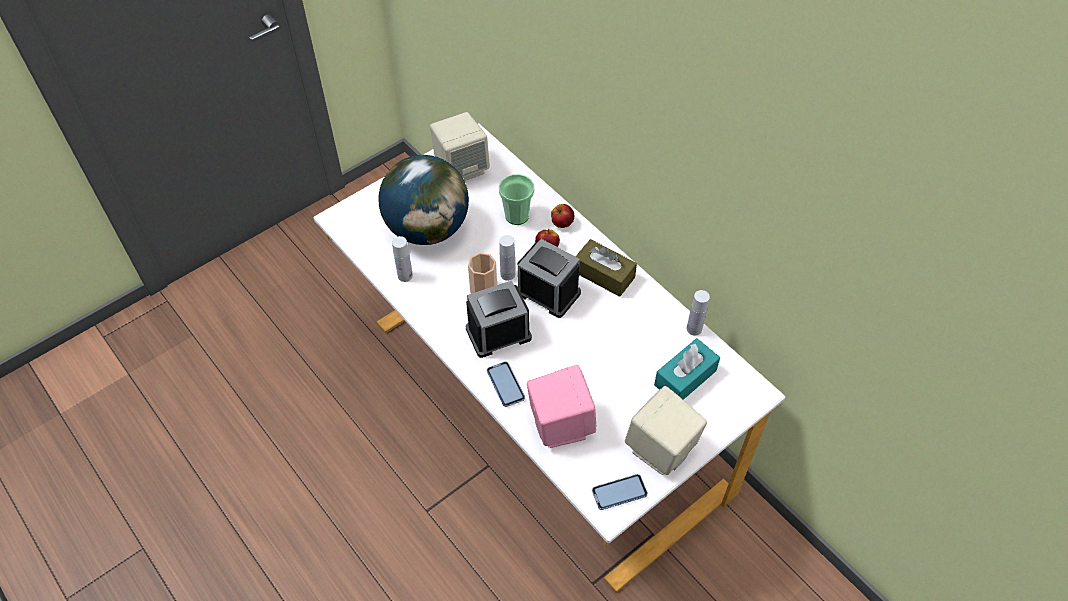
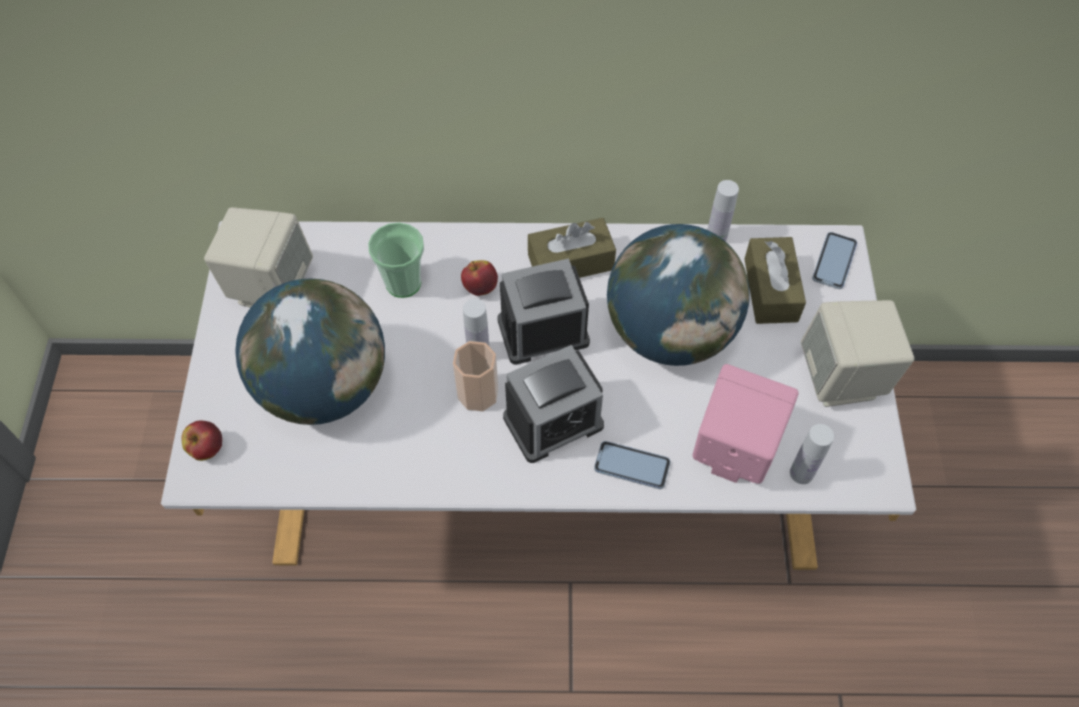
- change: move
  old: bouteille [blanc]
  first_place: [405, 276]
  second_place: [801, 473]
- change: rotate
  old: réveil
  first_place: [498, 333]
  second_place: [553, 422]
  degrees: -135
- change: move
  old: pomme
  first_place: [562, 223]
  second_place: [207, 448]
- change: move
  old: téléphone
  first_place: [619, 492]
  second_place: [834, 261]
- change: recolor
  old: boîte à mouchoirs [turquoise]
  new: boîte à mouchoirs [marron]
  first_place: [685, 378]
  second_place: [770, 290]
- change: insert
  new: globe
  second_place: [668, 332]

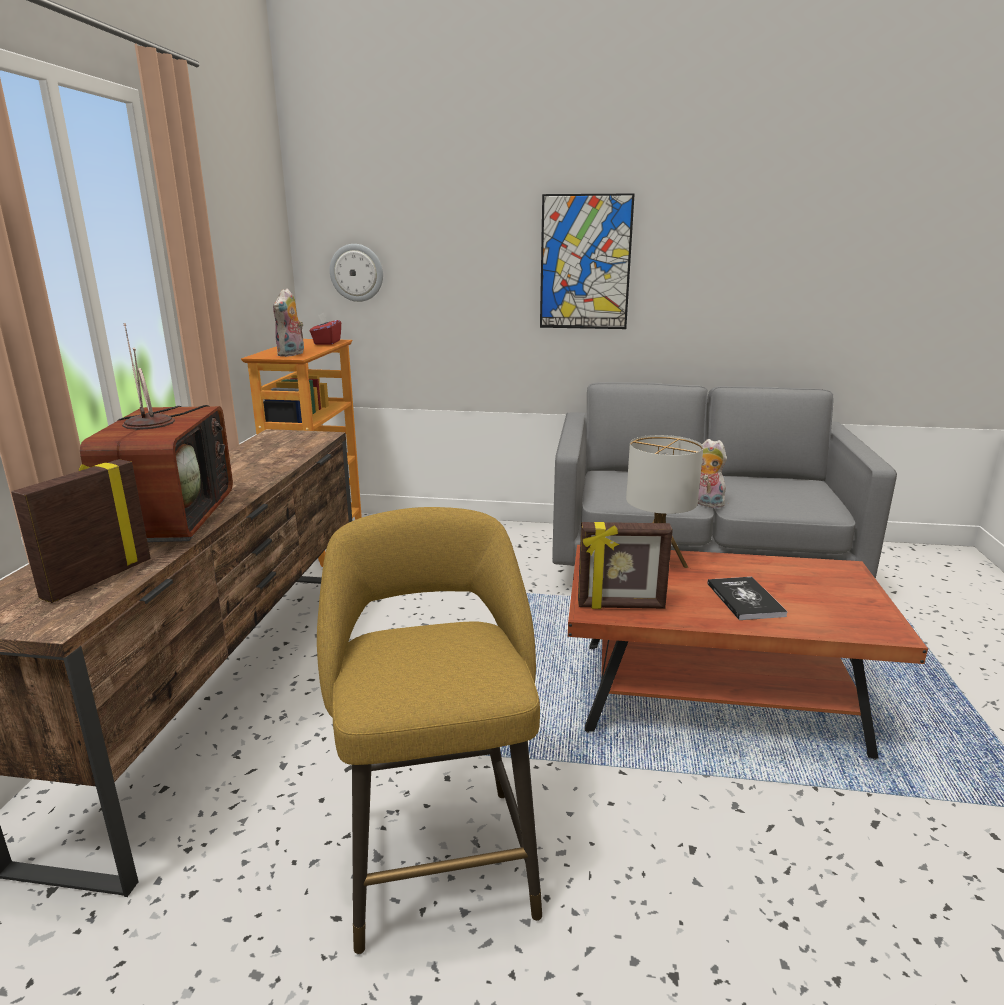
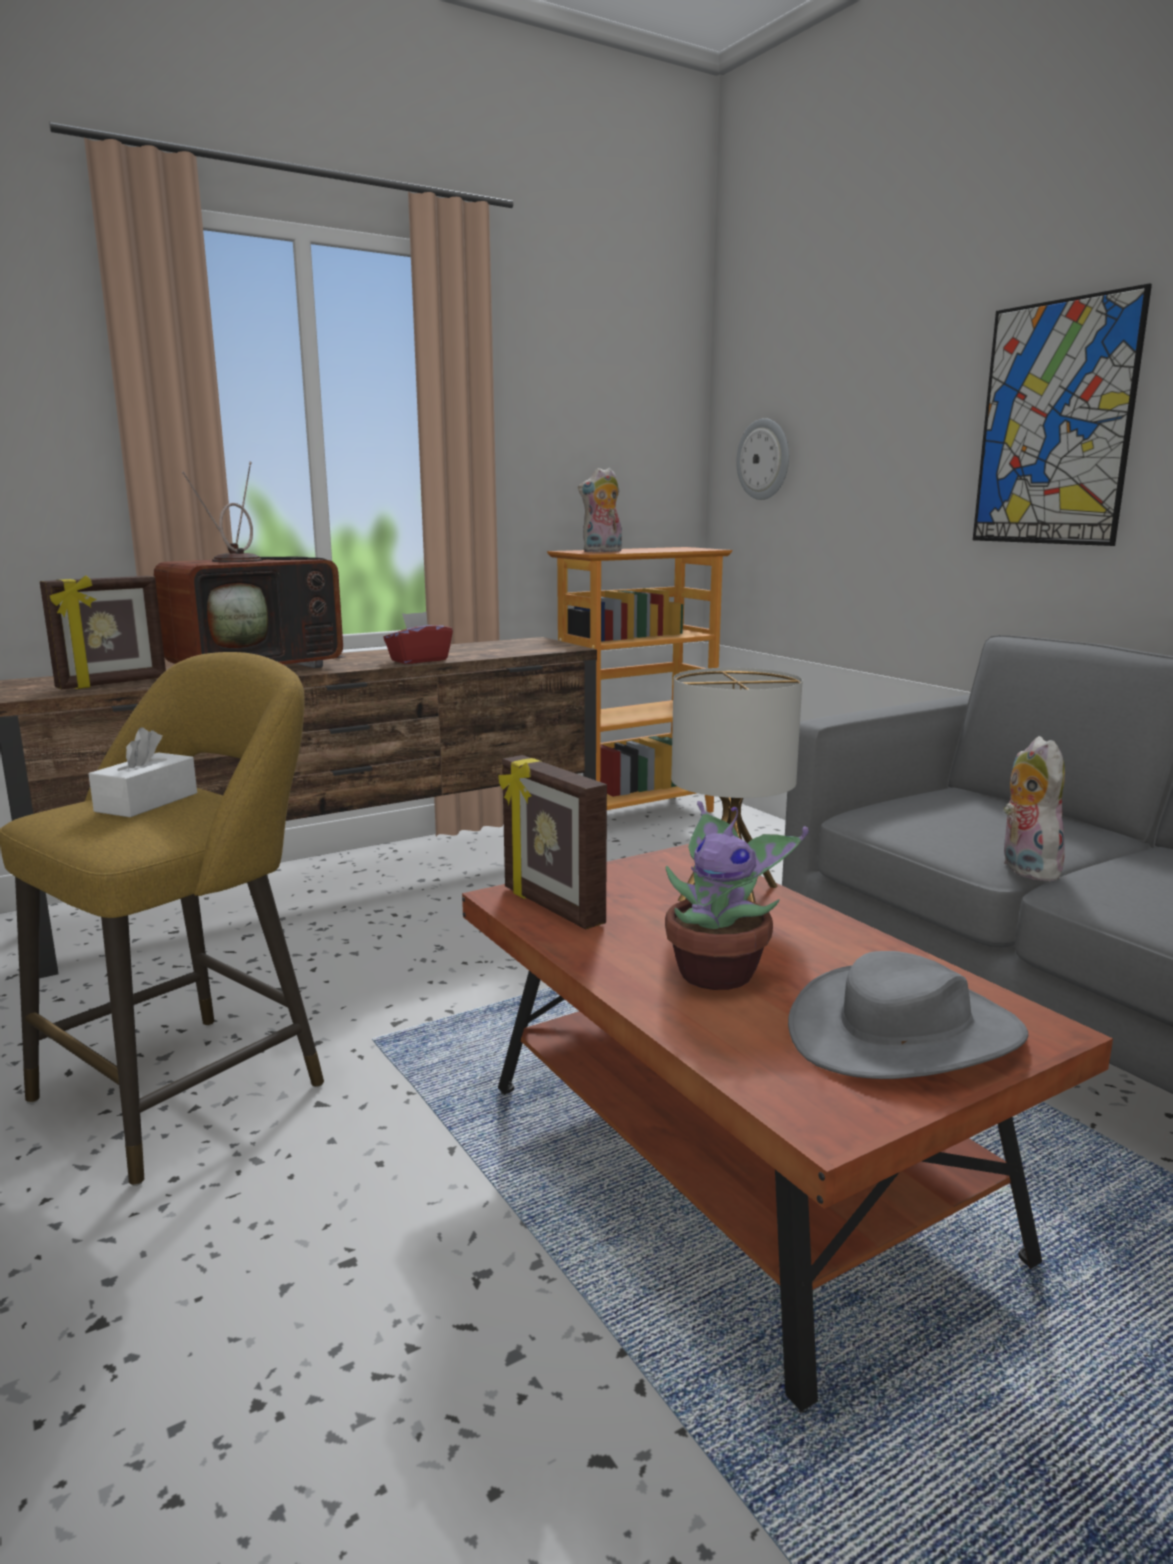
- change: rotate
  old: cadre photo
  first_place: [97, 579]
  second_place: [113, 684]
  degrees: 150
- change: move
  old: boîte à mouchoirs [rouge]
  first_place: [326, 343]
  second_place: [419, 660]
- change: replace
  old: livre
  new: plante en pot
  first_place: [745, 599]
  second_place: [720, 973]
- change: insert
  new: boîte à mouchoirs [blanc]
  second_place: [147, 802]
- change: insert
  new: chapeau [gris]
  second_place: [906, 1033]

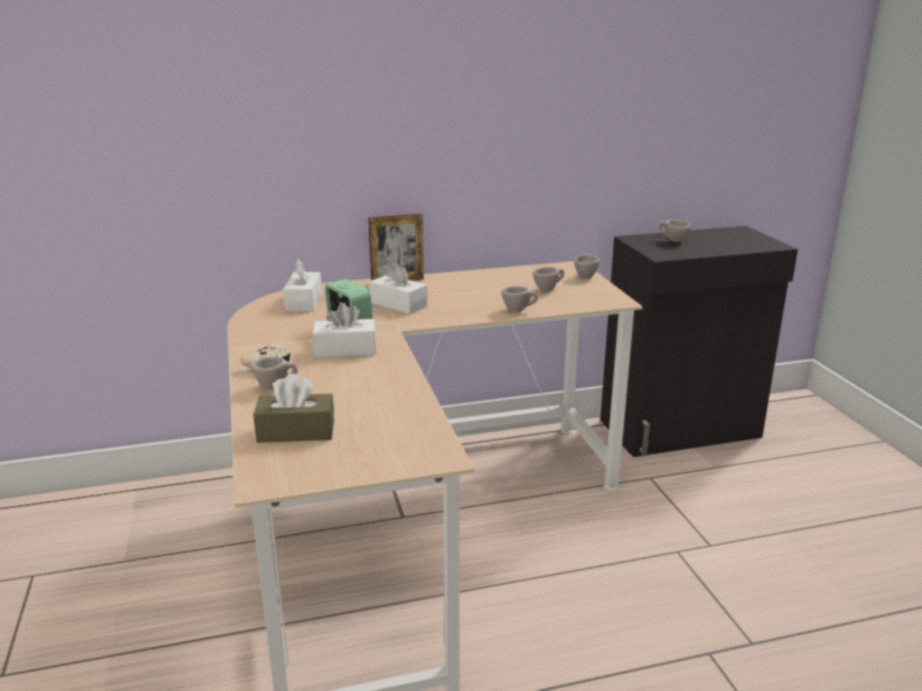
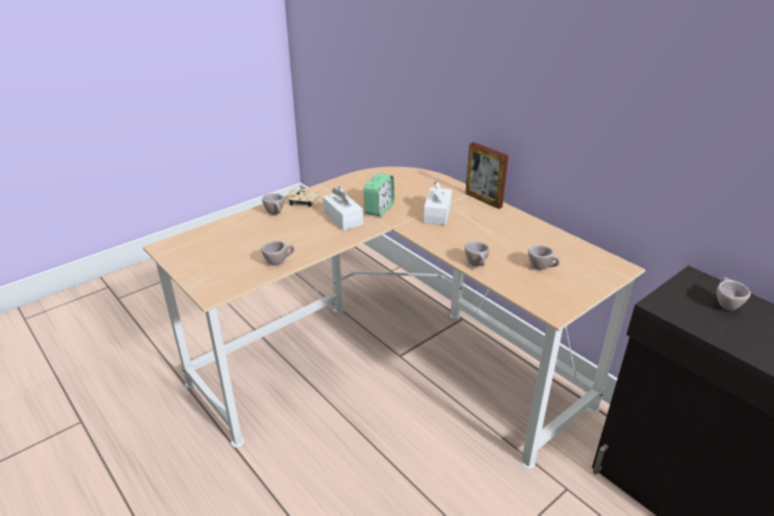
- change: delete
  old: boîte à mouchoirs [marron]
  first_place: [296, 431]
- change: delete
  old: boîte à mouchoirs [blanc]
  first_place: [304, 301]
- change: move
  old: tasse [beige]
  first_place: [585, 276]
  second_place: [279, 262]

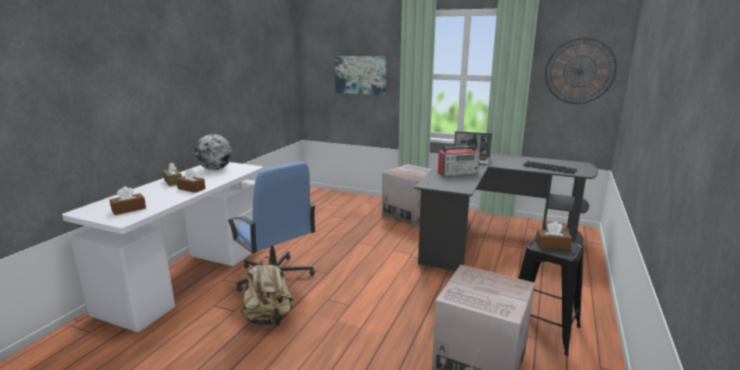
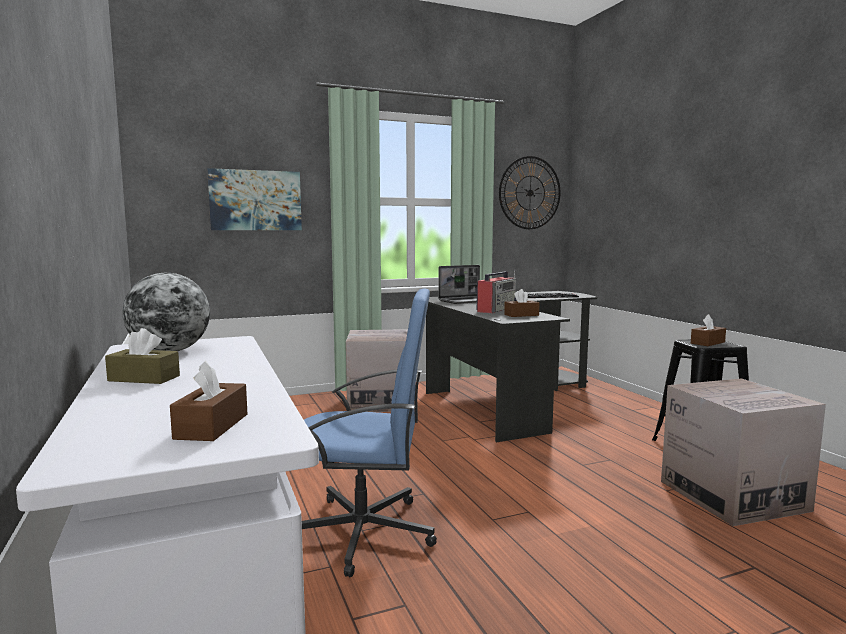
- change: move
  old: boîte à mouchoirs [marron]
  first_place: [191, 189]
  second_place: [521, 315]
- change: delete
  old: sac à dos [beige]
  first_place: [269, 319]

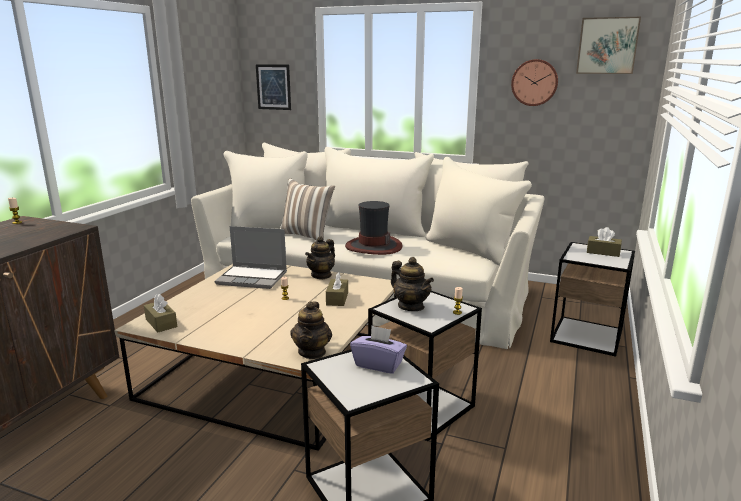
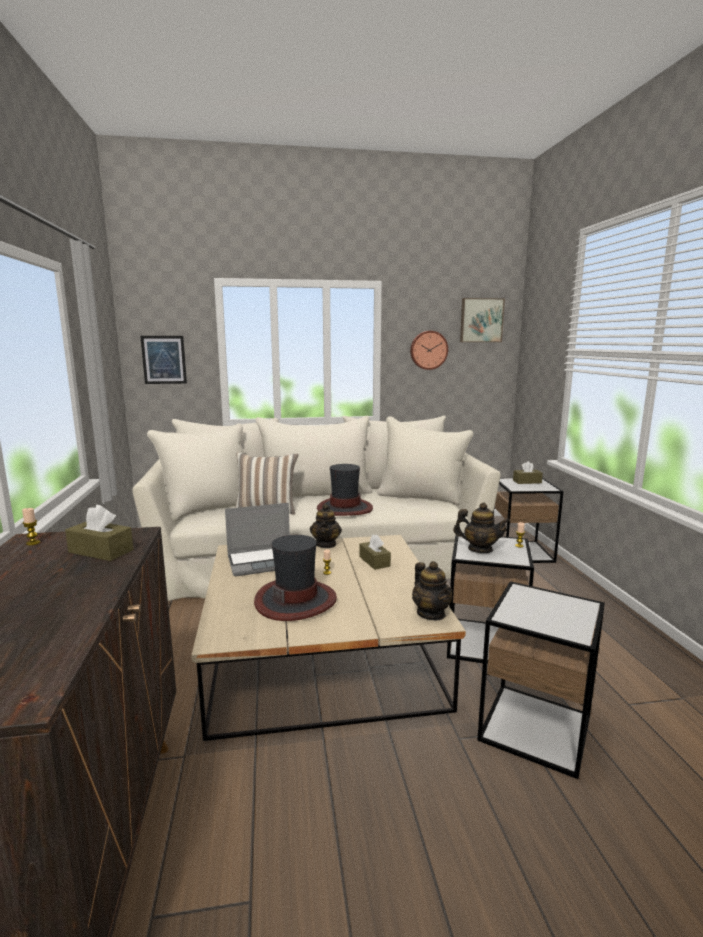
- change: move
  old: boîte à mouchoirs [marron]
  first_place: [161, 323]
  second_place: [101, 551]
- change: delete
  old: boîte à mouchoirs [violet]
  first_place: [379, 364]
- change: insert
  new: chapeau
  second_place: [296, 600]

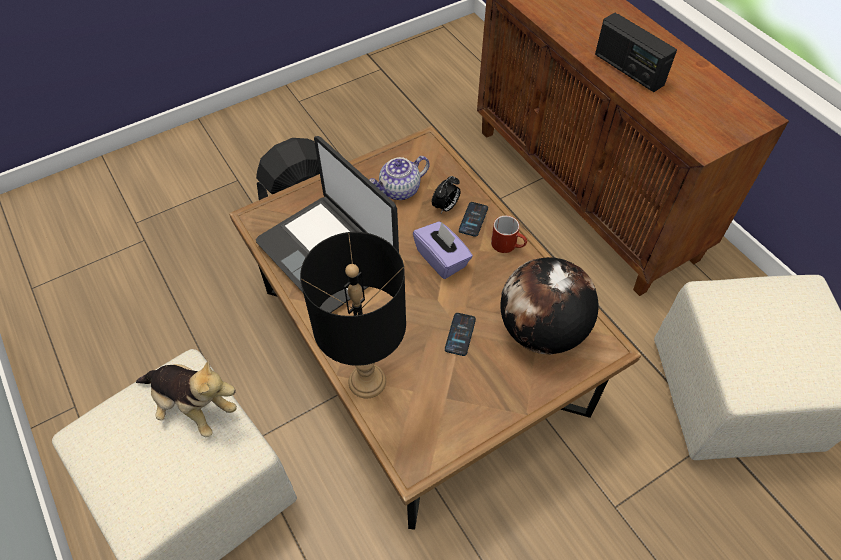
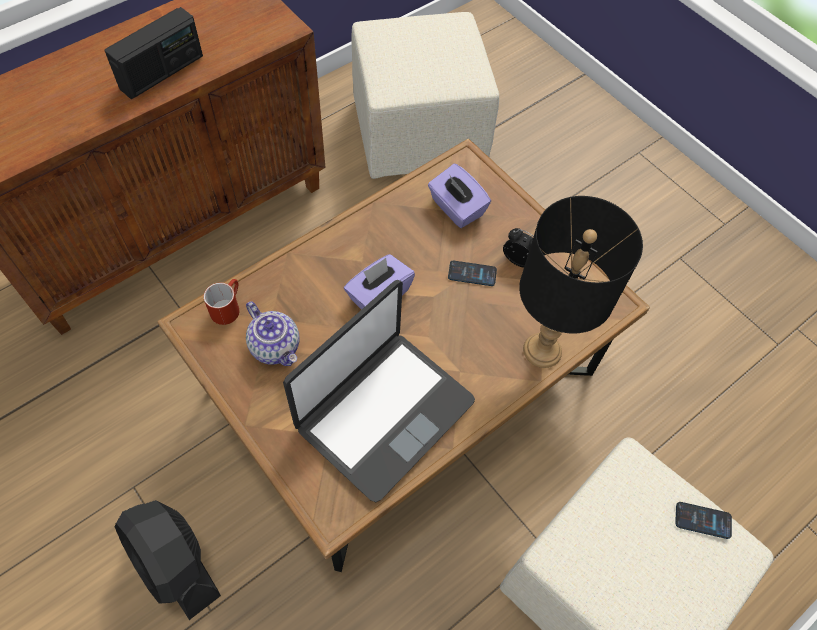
- change: delete
  old: peluche
  first_place: [193, 406]
- change: move
  old: réveil
  first_place: [446, 207]
  second_place: [519, 260]
- change: move
  old: téléphone
  first_place: [473, 219]
  second_place: [702, 520]
- change: move
  old: mug [rouge]
  first_place: [508, 245]
  second_place: [227, 307]
- change: replace
  old: globe
  new: boîte à mouchoirs [violet]
  first_place: [541, 331]
  second_place: [456, 208]

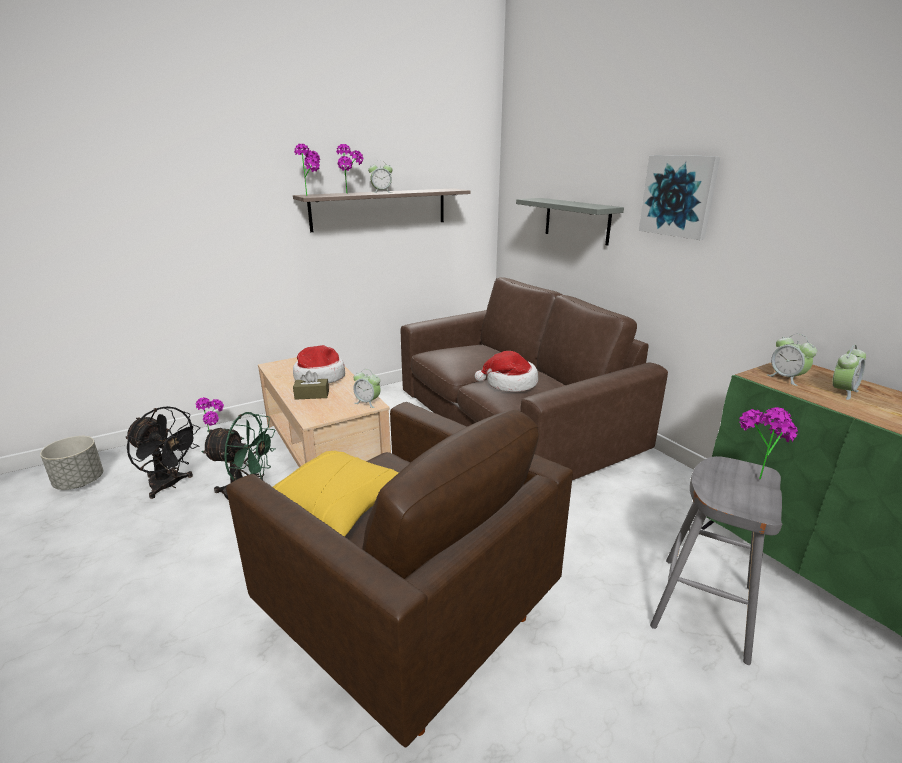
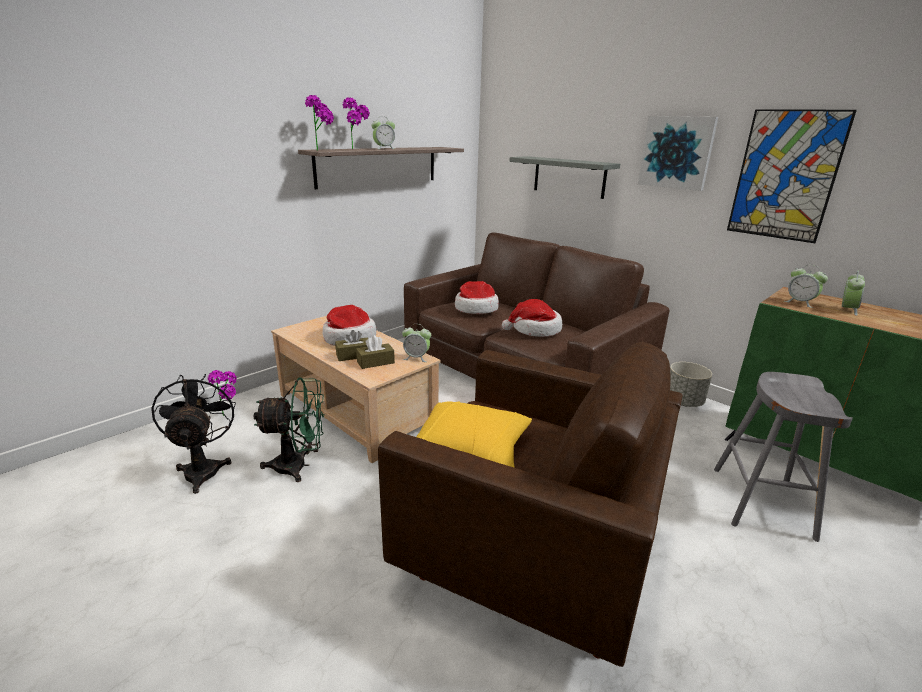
- change: move
  old: cache-pot [gris]
  first_place: [80, 482]
  second_place: [684, 402]
- change: rotate
  old: ventilateur [noir]
  first_place: [170, 485]
  second_place: [203, 468]
  degrees: -120
- change: delete
  old: plante en pot
  first_place: [755, 473]
- change: insert
  new: boîte à mouchoirs [marron]
  second_place: [375, 362]
- change: insert
  new: chapeau
  second_place: [476, 308]
- change: insert
  new: tableau
  second_place: [785, 176]

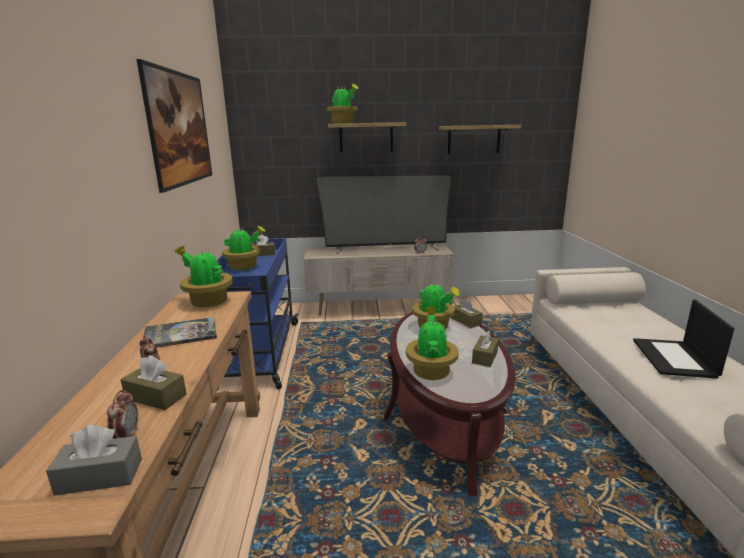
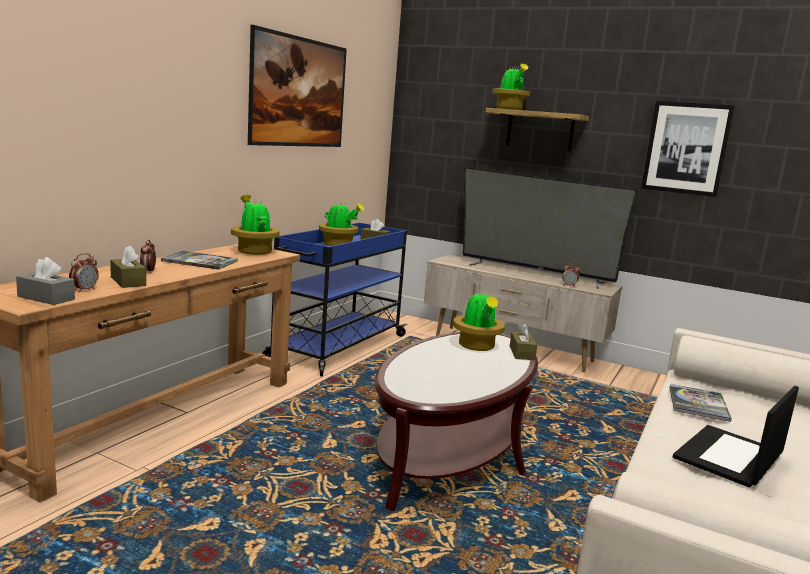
- change: delete
  old: plante en pot
  first_place: [431, 371]
- change: replace
  old: étagère
  new: tableau
  first_place: [473, 139]
  second_place: [686, 148]
- change: delete
  old: boîte à mouchoirs [marron]
  first_place: [485, 357]
- change: insert
  new: livre
  second_place: [698, 403]

